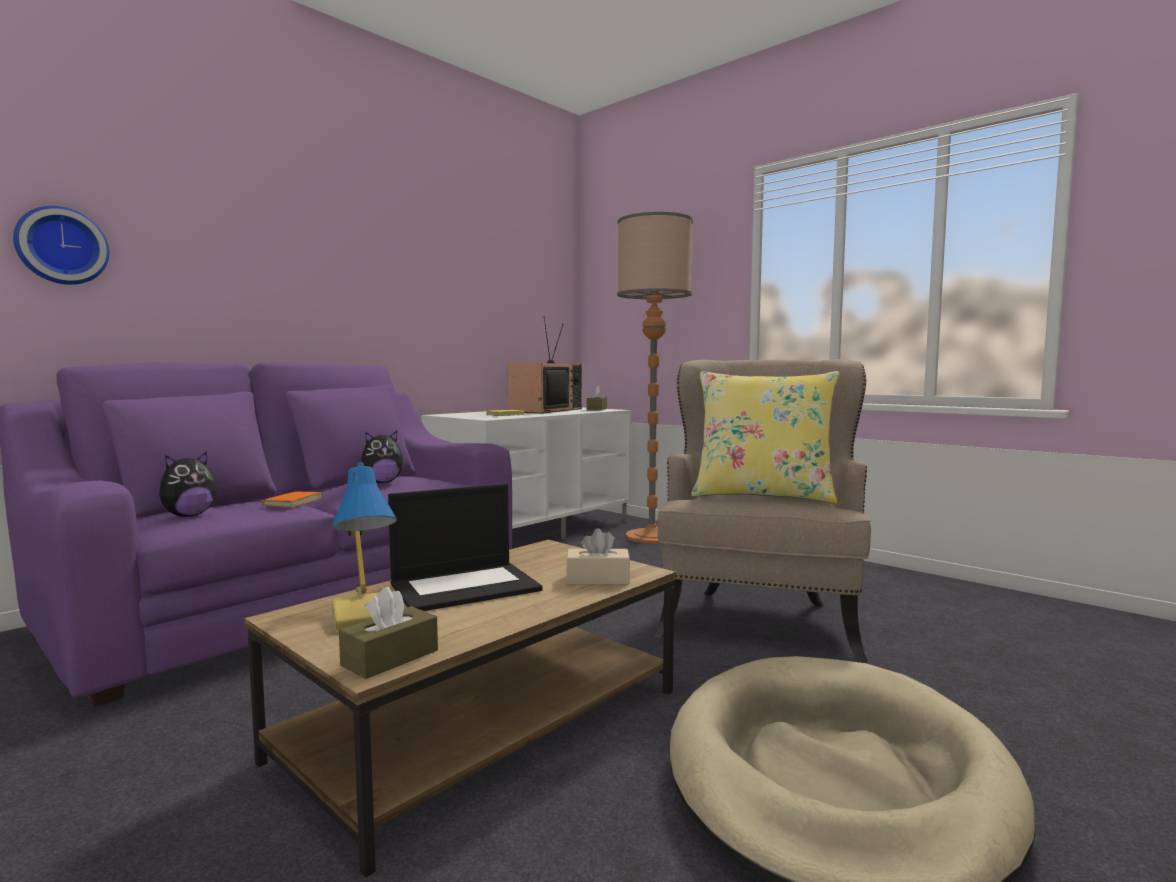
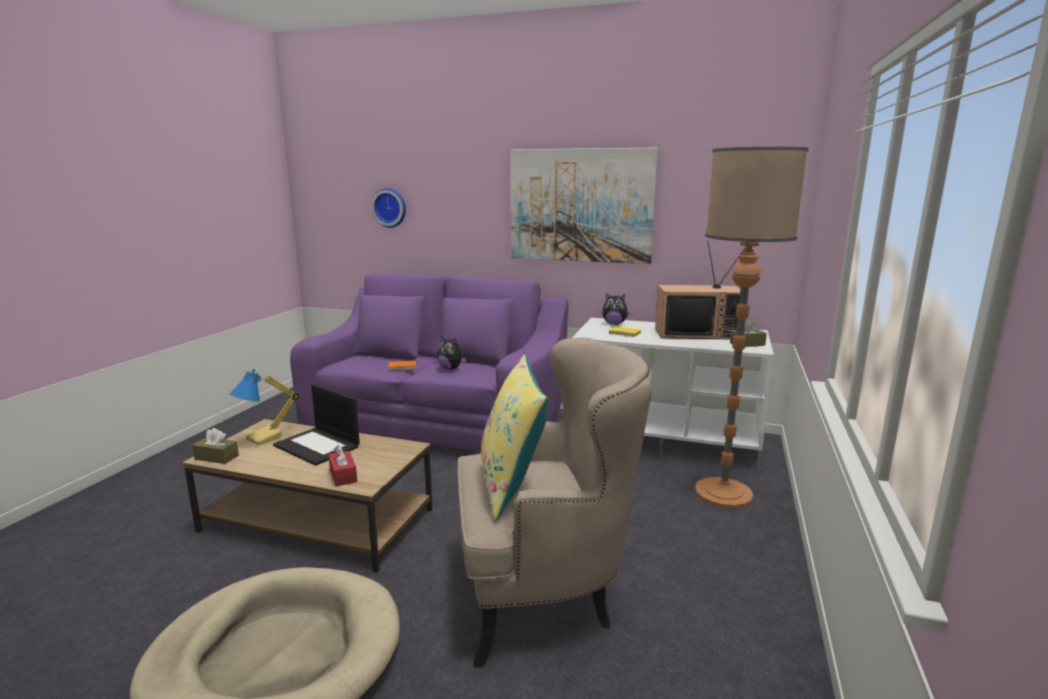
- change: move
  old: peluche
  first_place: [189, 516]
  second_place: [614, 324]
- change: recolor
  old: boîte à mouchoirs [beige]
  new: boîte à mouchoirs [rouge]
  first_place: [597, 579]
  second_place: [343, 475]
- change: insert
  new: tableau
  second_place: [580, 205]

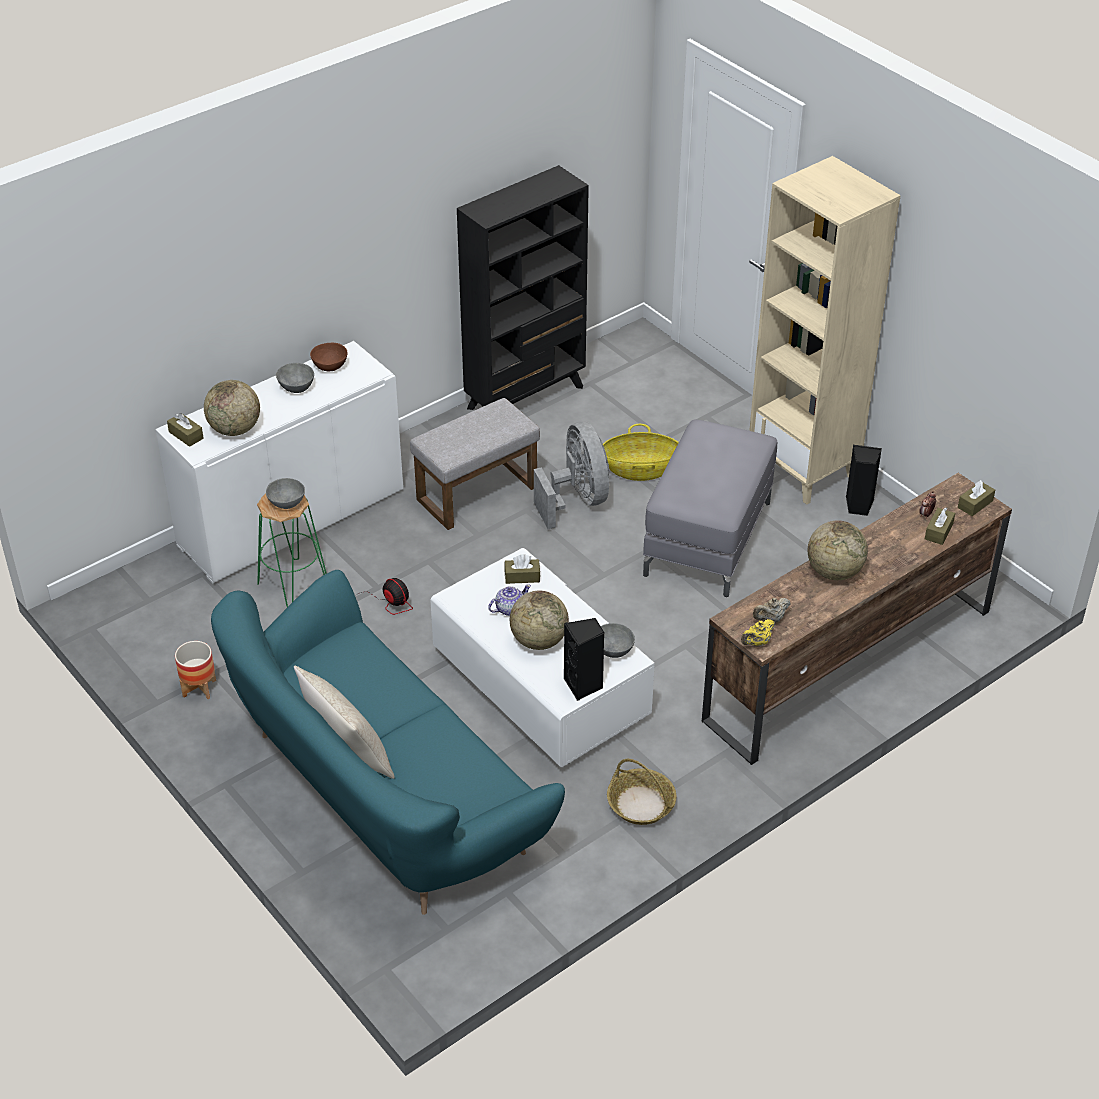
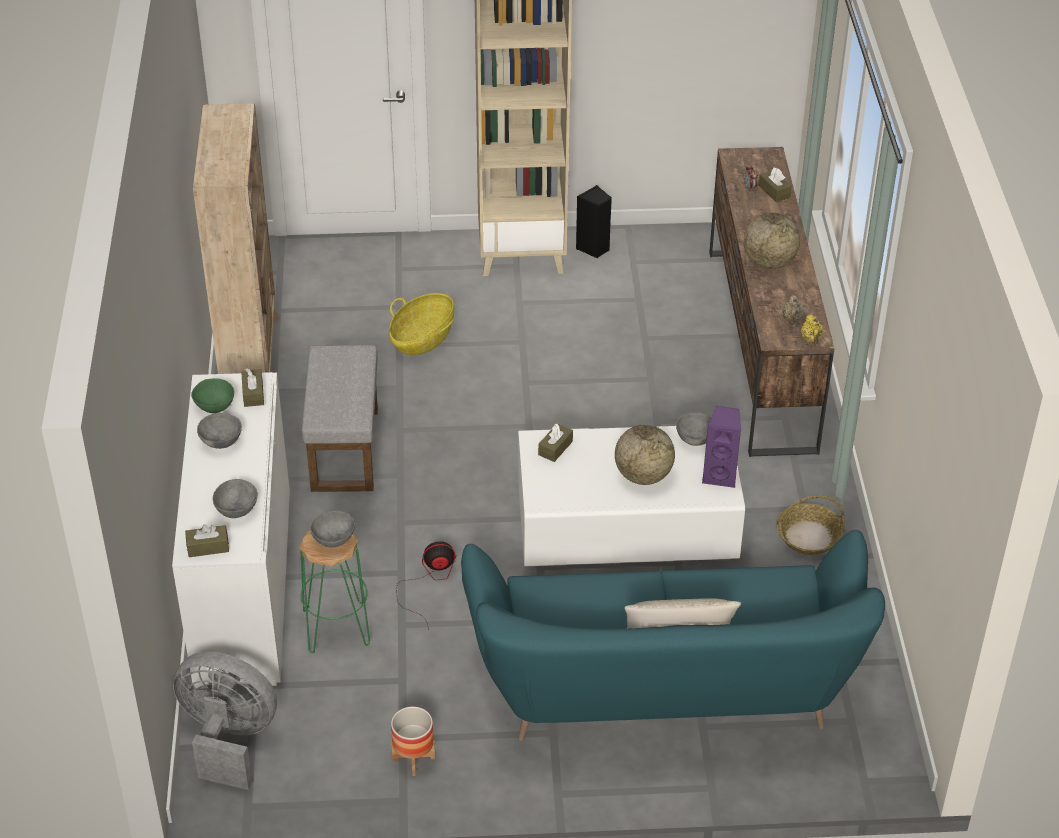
- change: replace
  old: globe
  new: bol [gris]
  first_place: [235, 429]
  second_place: [237, 509]
- change: recolor
  old: bol [marron]
  new: bol [vert]
  first_place: [329, 367]
  second_place: [214, 407]
- change: recolor
  old: bibliothèque [noir]
  new: bibliothèque [beige]
  first_place: [526, 397]
  second_place: [251, 356]
- change: delete
  old: théière
  first_place: [509, 609]
- change: move
  old: ventilateur [gris]
  first_place: [577, 500]
  second_place: [228, 739]
- change: recolor
  old: enceinte [noir]
  new: enceinte [violet]
  first_place: [584, 686]
  second_place: [720, 476]
- change: delete
  old: pouf [gris]
  first_place: [708, 538]
- change: move
  old: boîte à mouchoirs [marron]
  first_place: [975, 504]
  second_place: [253, 393]

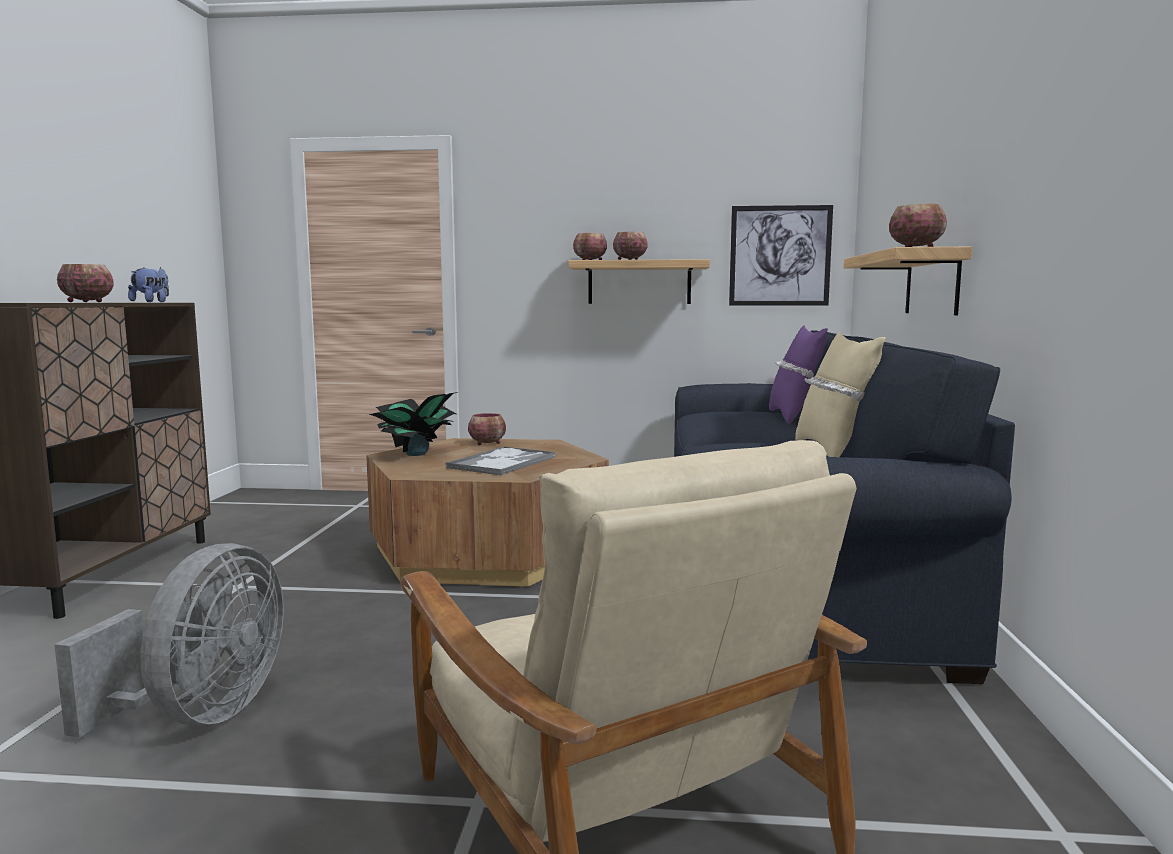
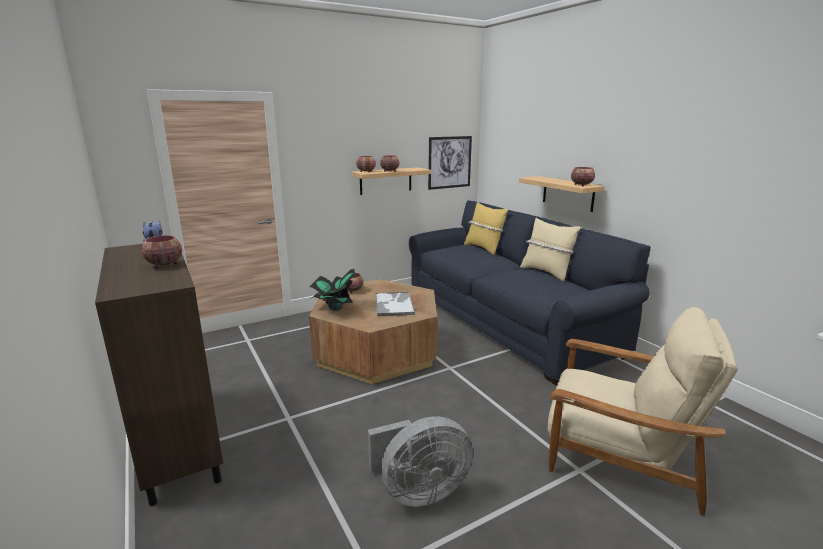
- change: rotate
  old: ventilateur [gris]
  first_place: [201, 714]
  second_place: [419, 491]
  degrees: 90
- change: recolor
  old: coussin [violet]
  new: coussin [jaune]
  first_place: [794, 417]
  second_place: [484, 248]

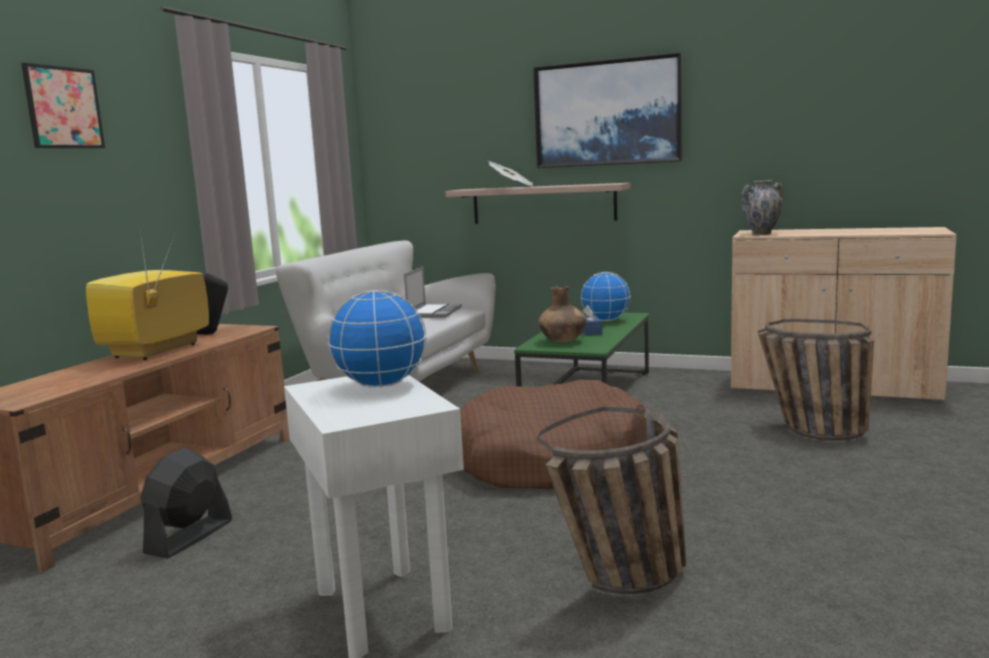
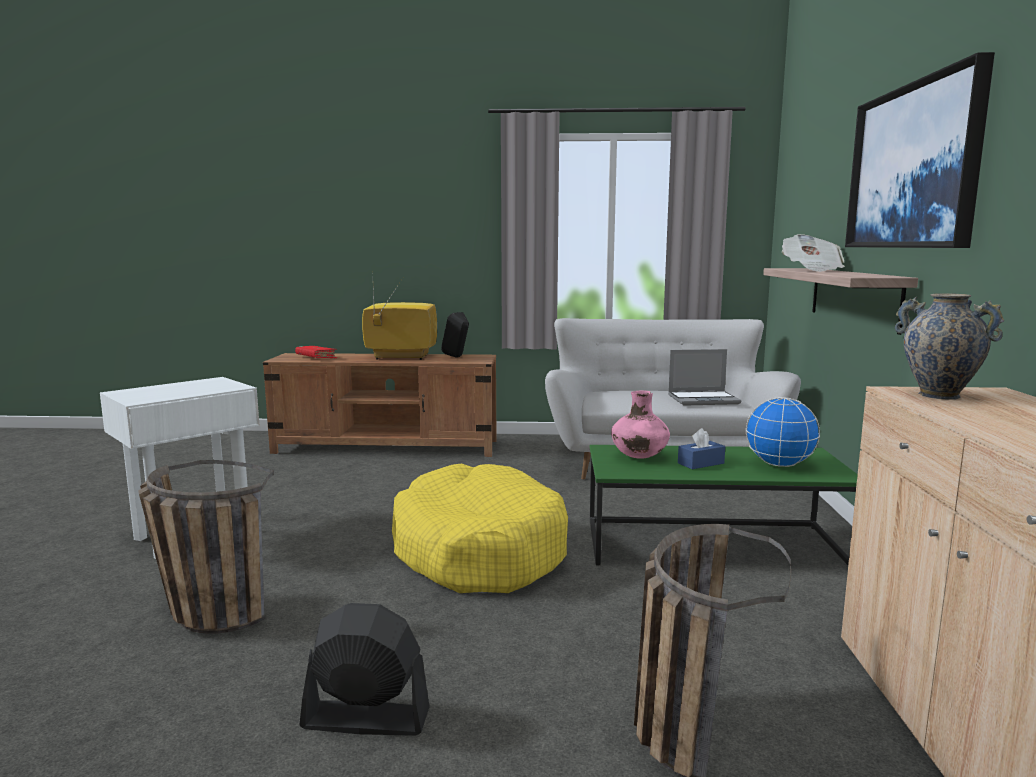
- change: delete
  old: tableau
  first_place: [64, 107]
- change: move
  old: ventilateur [noir]
  first_place: [189, 537]
  second_place: [365, 718]
- change: delete
  old: globe
  first_place: [381, 385]
- change: recolor
  old: panier pour chien [marron]
  new: panier pour chien [jaune]
  first_place: [549, 460]
  second_place: [478, 551]
- change: recolor
  old: vase [marron]
  new: vase [rose]
  first_place: [563, 341]
  second_place: [639, 457]
- change: insert
  new: livre [rouge]
  second_place: [316, 358]

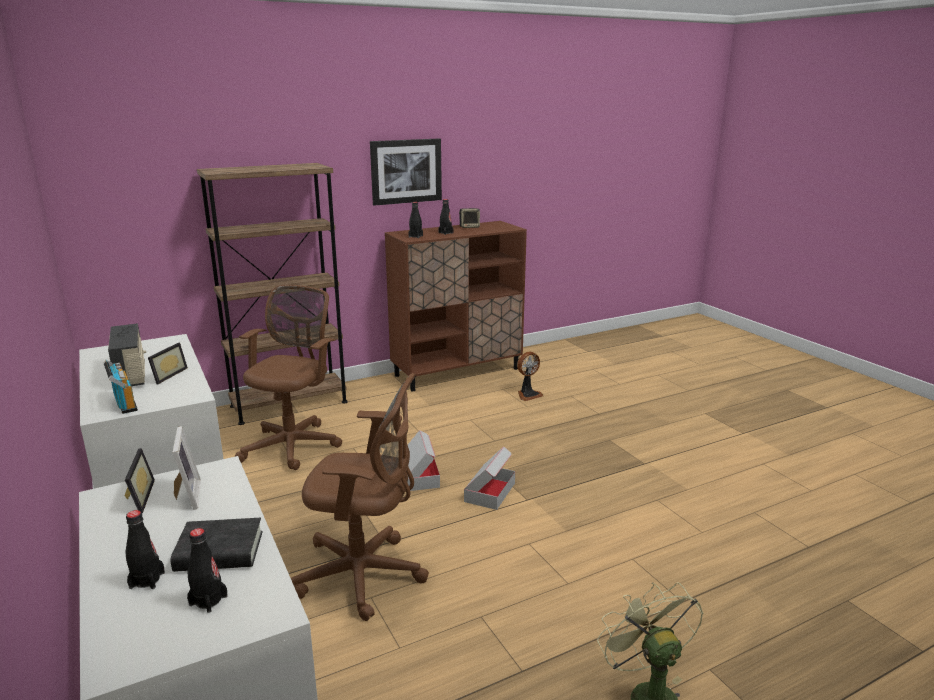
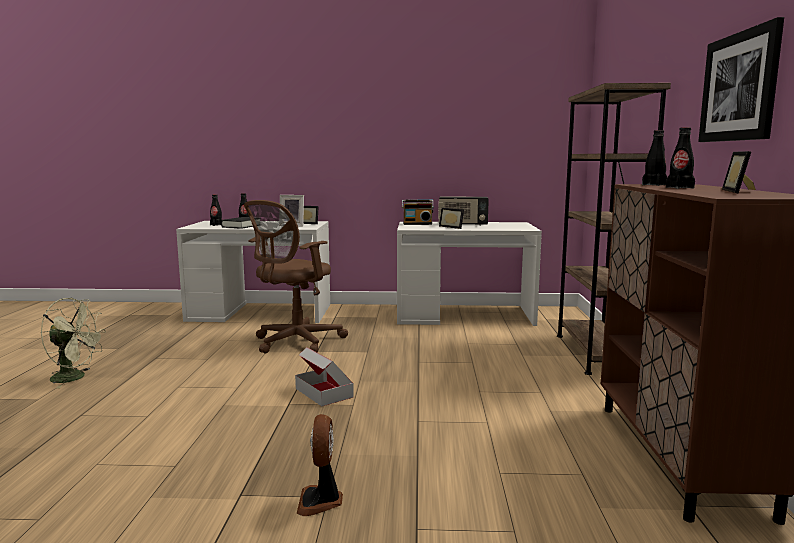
- change: delete
  old: chaise de bureau [marron]
  first_place: [294, 444]
- change: delete
  old: carton
  first_place: [419, 476]
- change: replace
  old: enceinte
  new: cadre photo
  first_place: [469, 227]
  second_place: [741, 191]
- change: move
  old: ventilateur
  first_place: [528, 395]
  second_place: [321, 501]

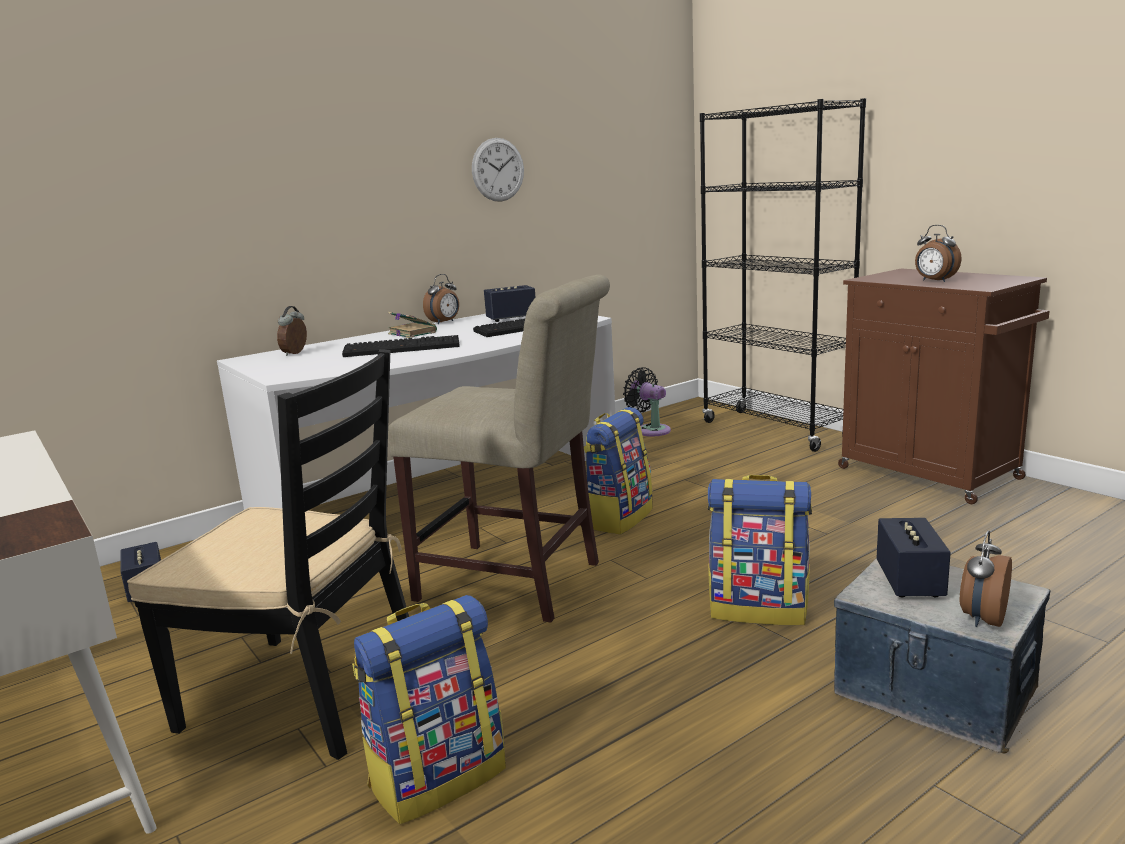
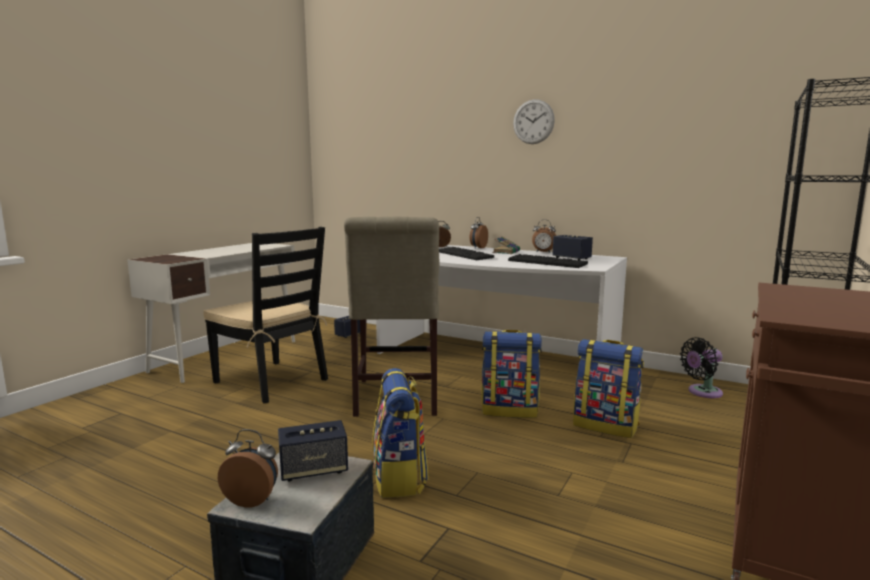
- change: rotate
  old: chaise [noir]
  first_place: [305, 693]
  second_place: [272, 381]
  degrees: -45
- change: move
  old: sac à dos
  first_place: [438, 776]
  second_place: [606, 425]
- change: move
  old: horloge murale
  first_place: [498, 169]
  second_place: [533, 122]
- change: rotate
  old: ventilateur [noir]
  first_place: [650, 430]
  second_place: [702, 392]
  degrees: -135
- change: move
  old: réveil
  first_place: [934, 281]
  second_place: [478, 248]

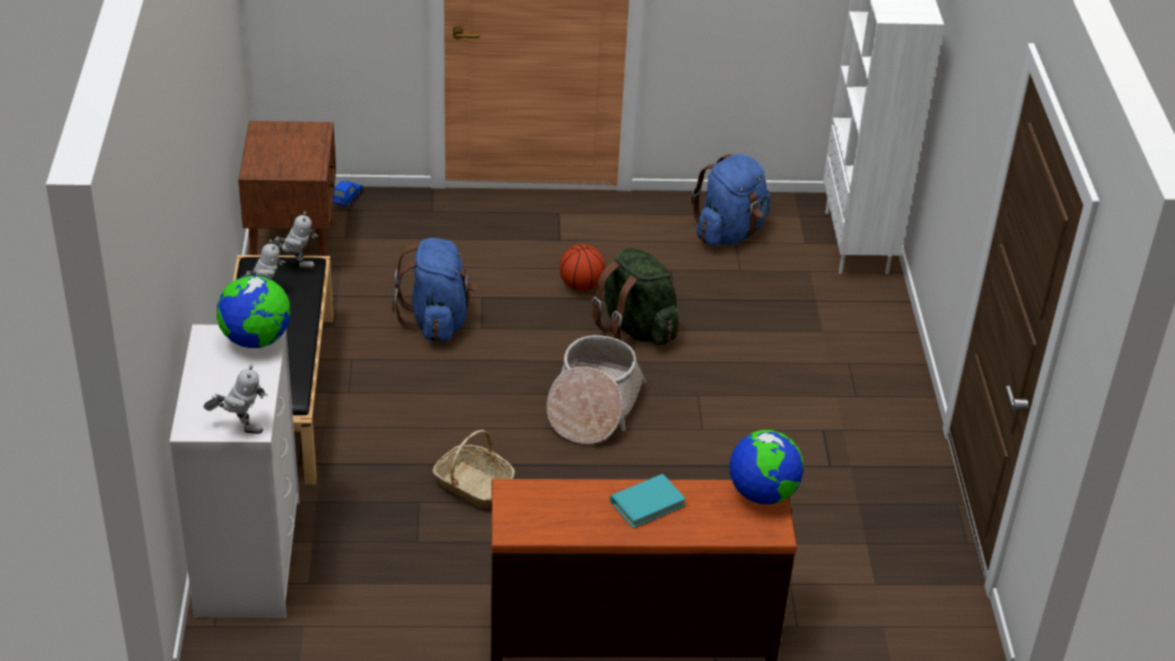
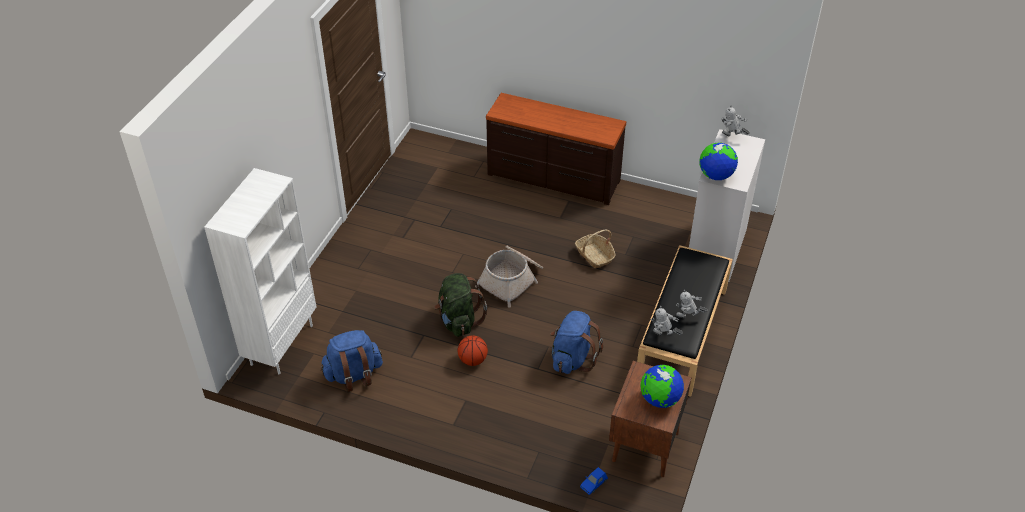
- change: delete
  old: livre [turquoise]
  first_place: [647, 503]
- change: move
  old: globe
  first_place: [762, 493]
  second_place: [659, 399]

